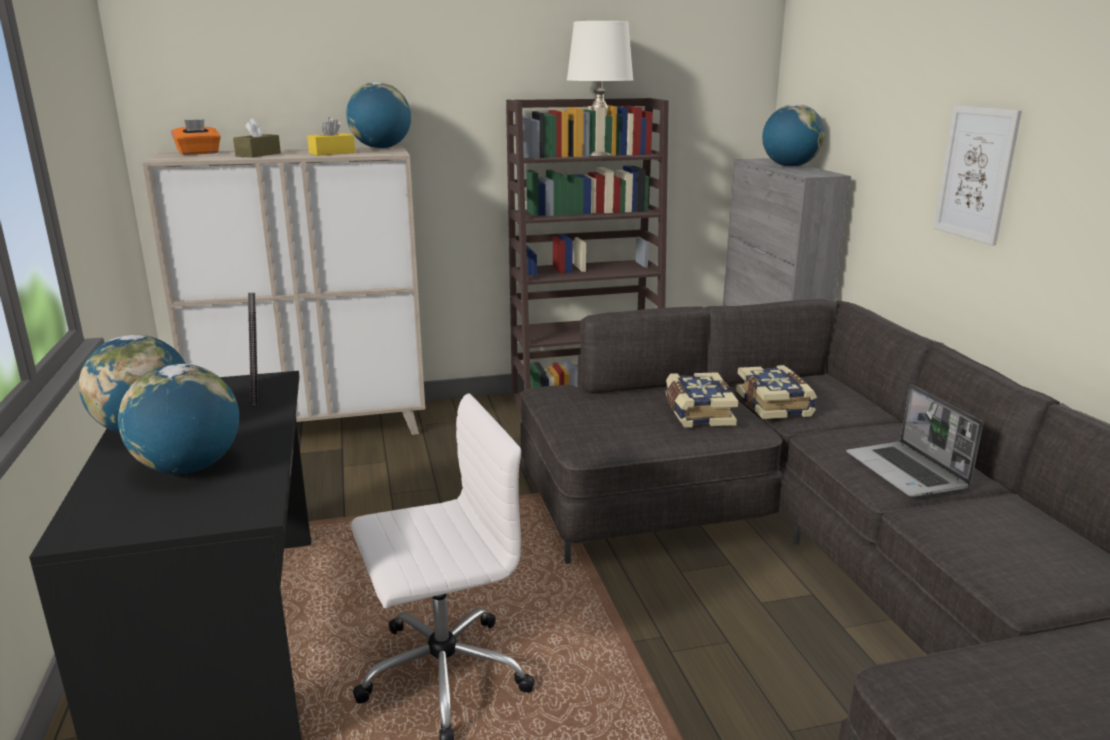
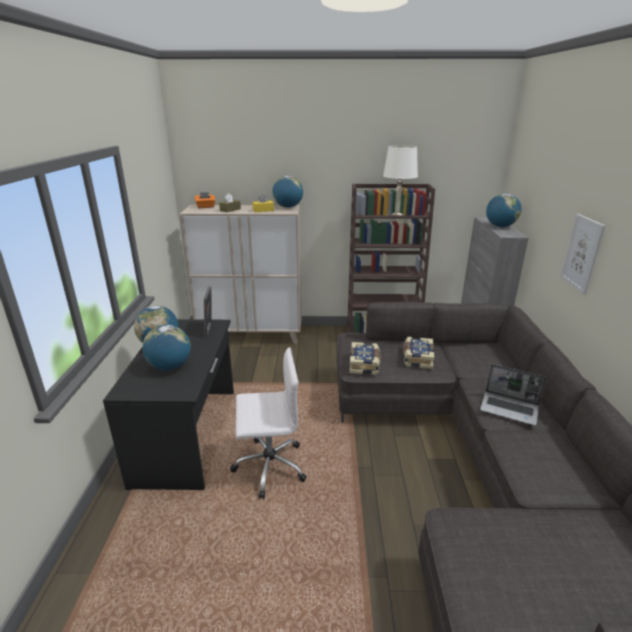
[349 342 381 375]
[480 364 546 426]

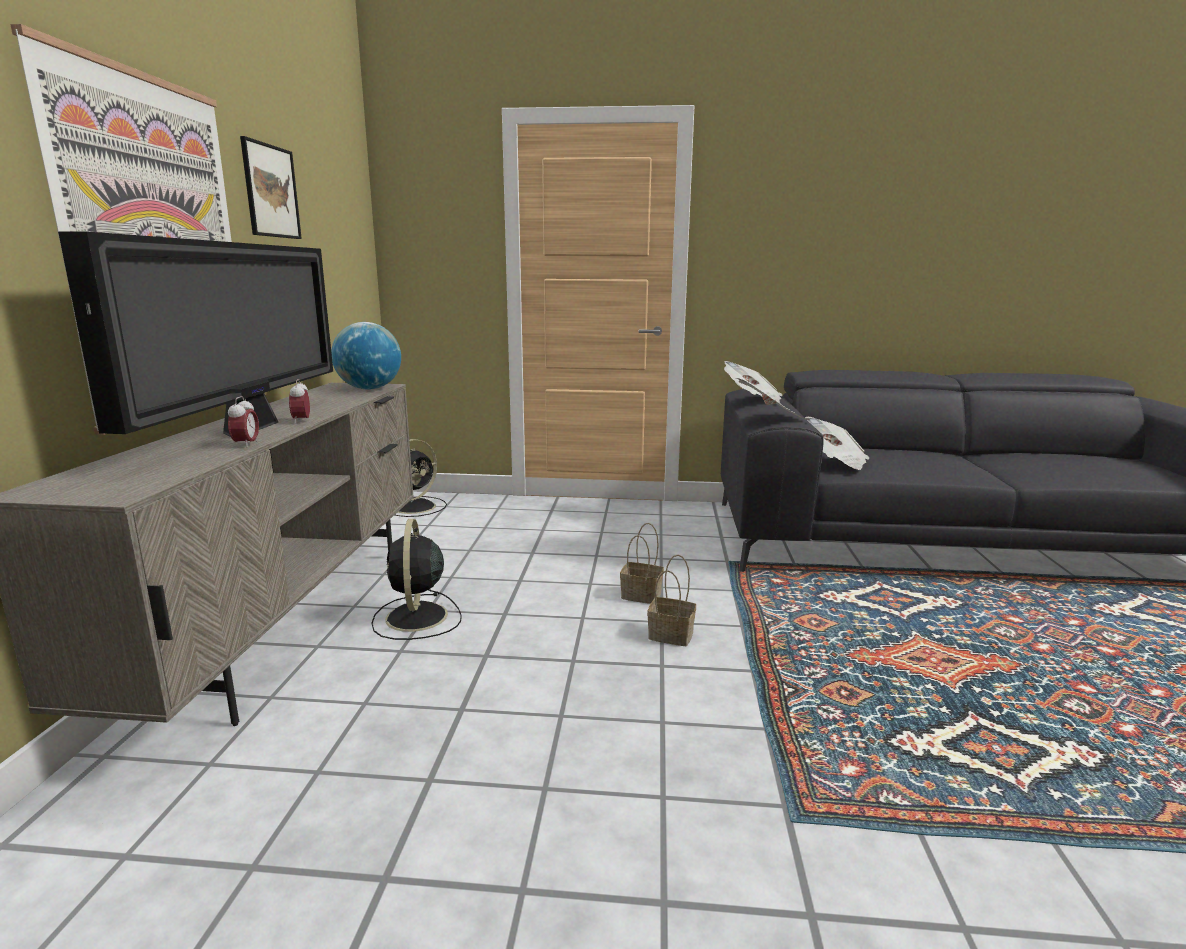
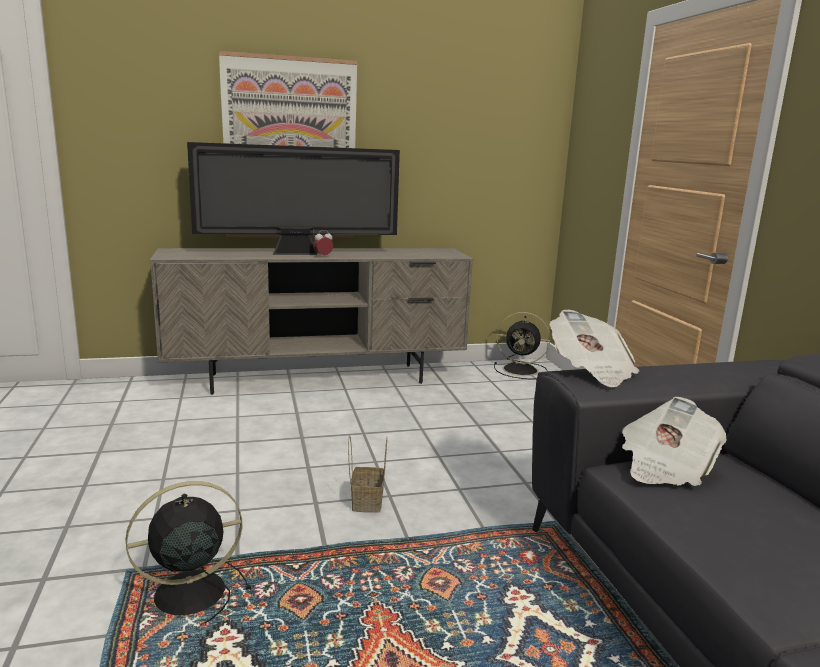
[125 481 251 625]
[228 396 259 448] (first image)
[240 136 302 239] (first image)
[331 322 401 390] (first image)
[620 523 664 604] (first image)
[724 361 782 403] (first image)

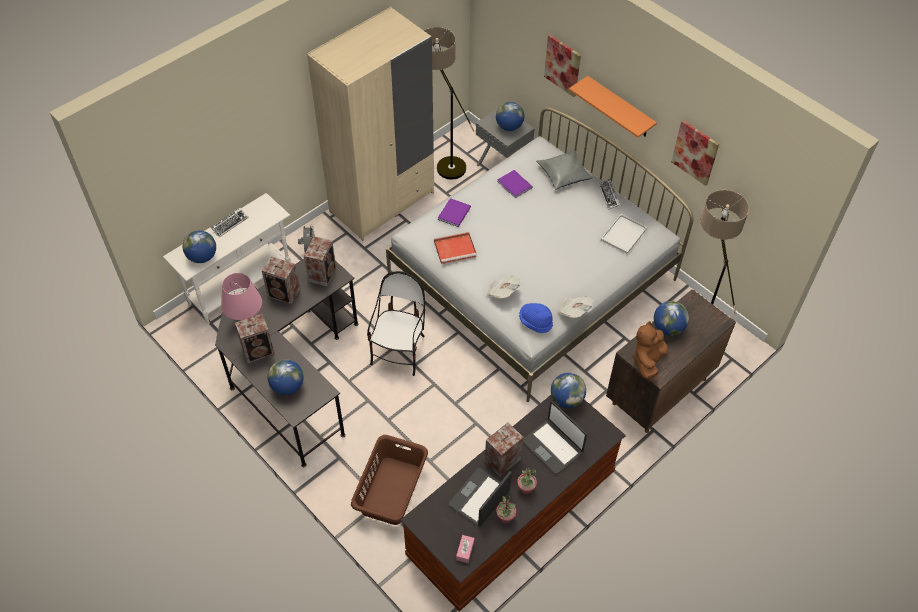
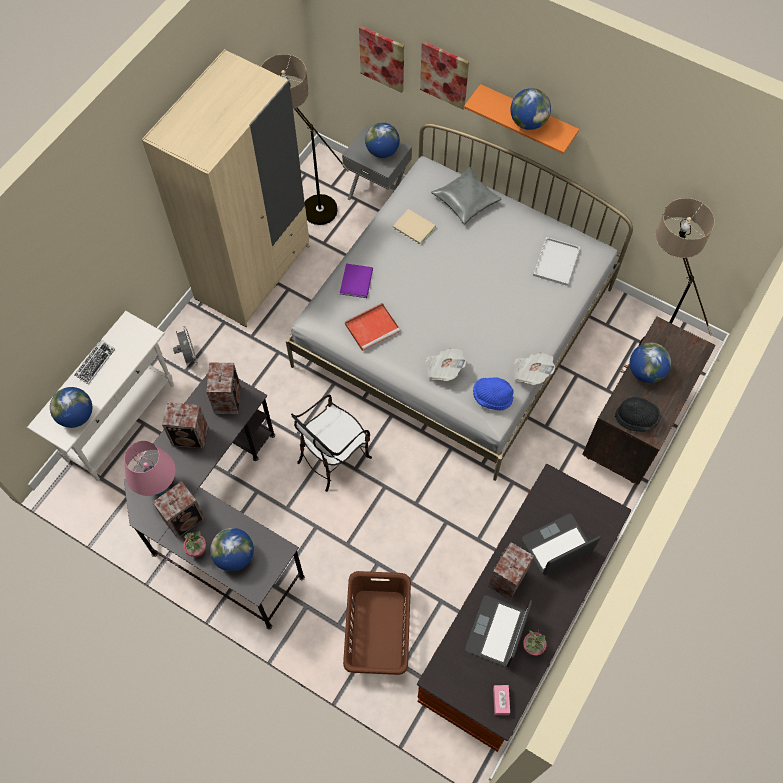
[183 531 206 557]
[291 394 372 492]
[359 26 404 93]
[393 209 436 245]
[511 88 551 130]
[522 514 600 575]
[615 397 661 432]
[598 179 620 210] (first image)

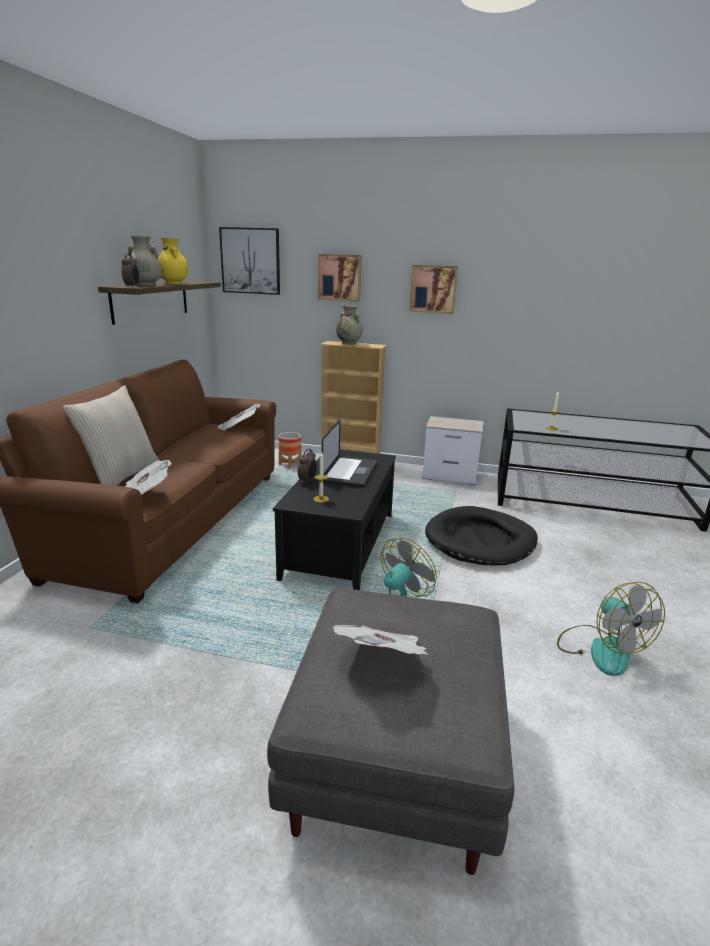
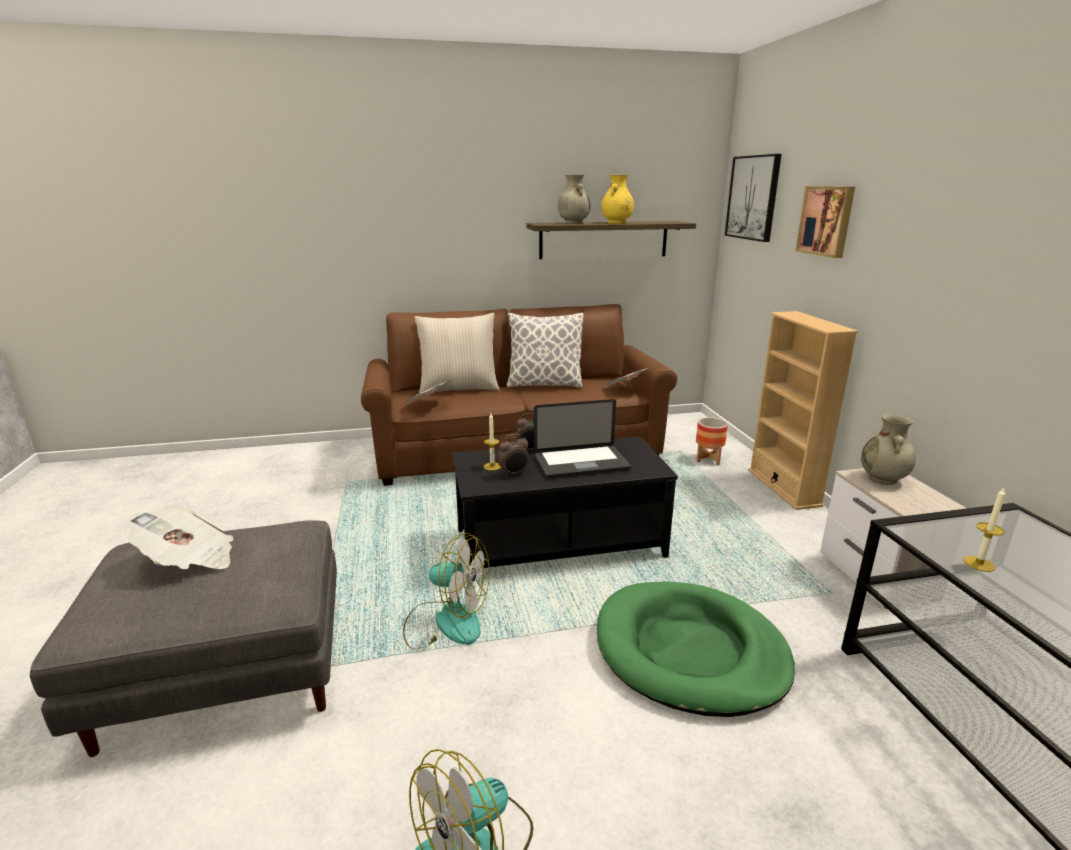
[497 434 529 477]
[506 313 584 388]
[597 581 795 717]
[861 414 916 485]
[409 265 458 314] (first image)

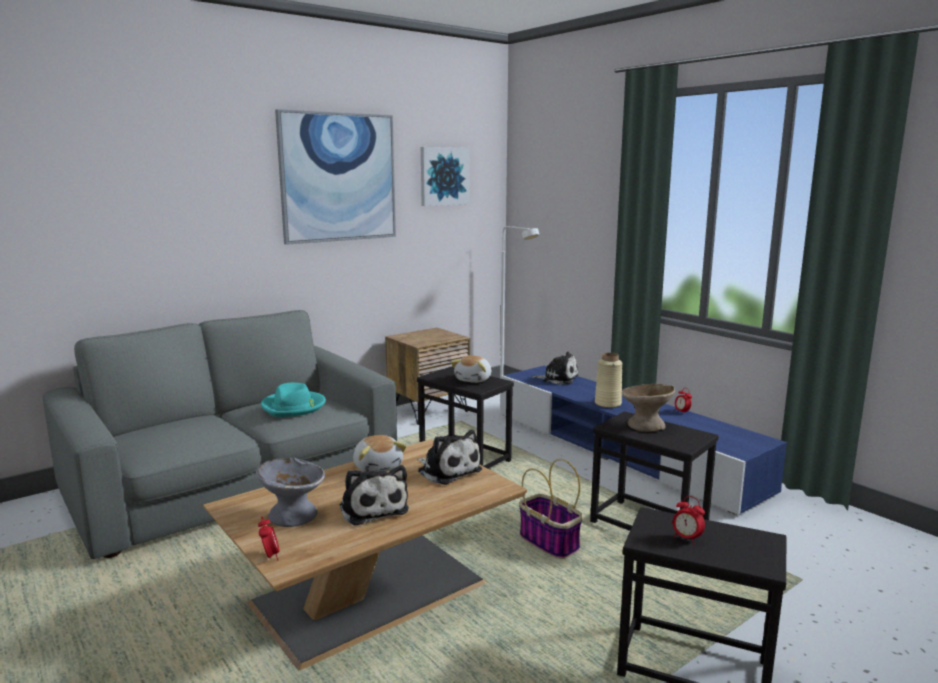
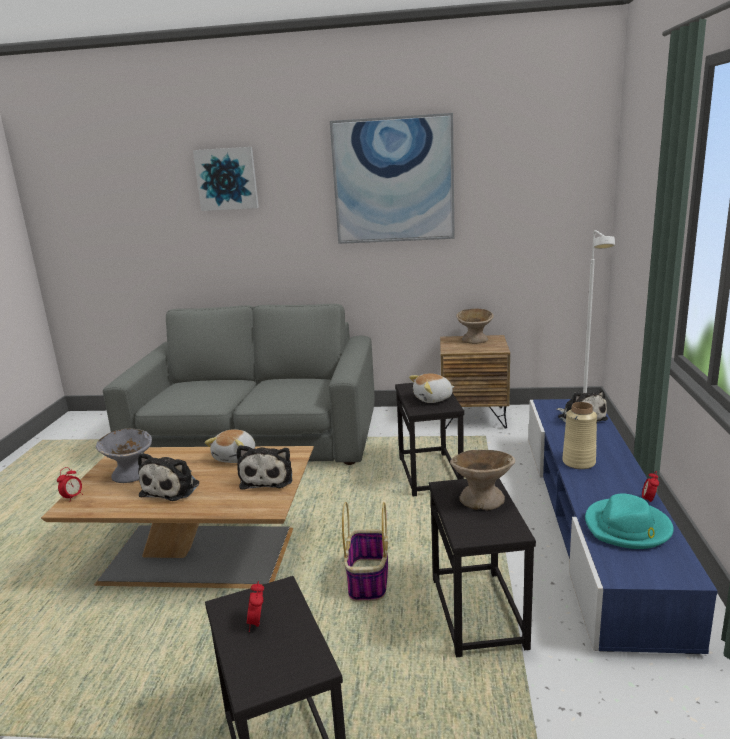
[193 147 259 211]
[456 309 494 344]
[585 493 674 549]

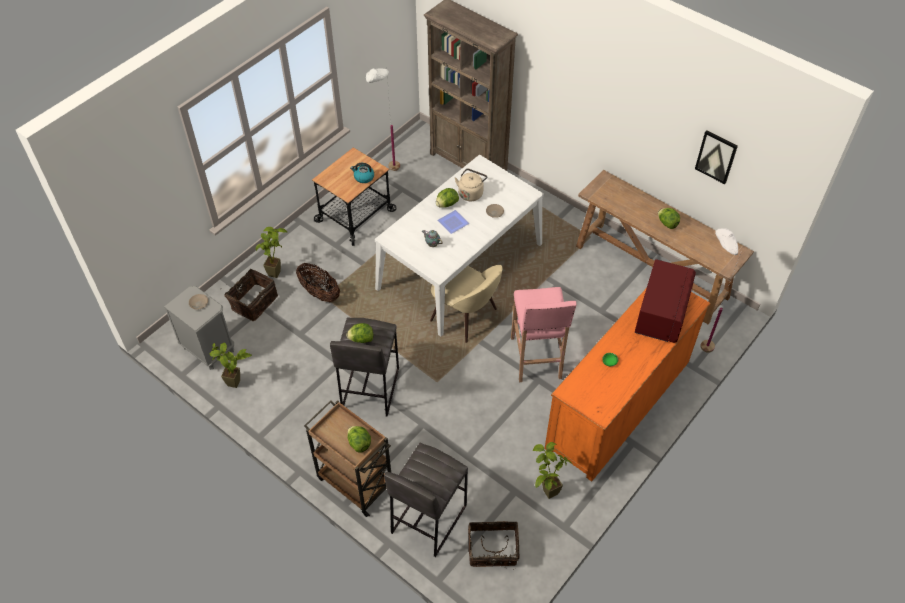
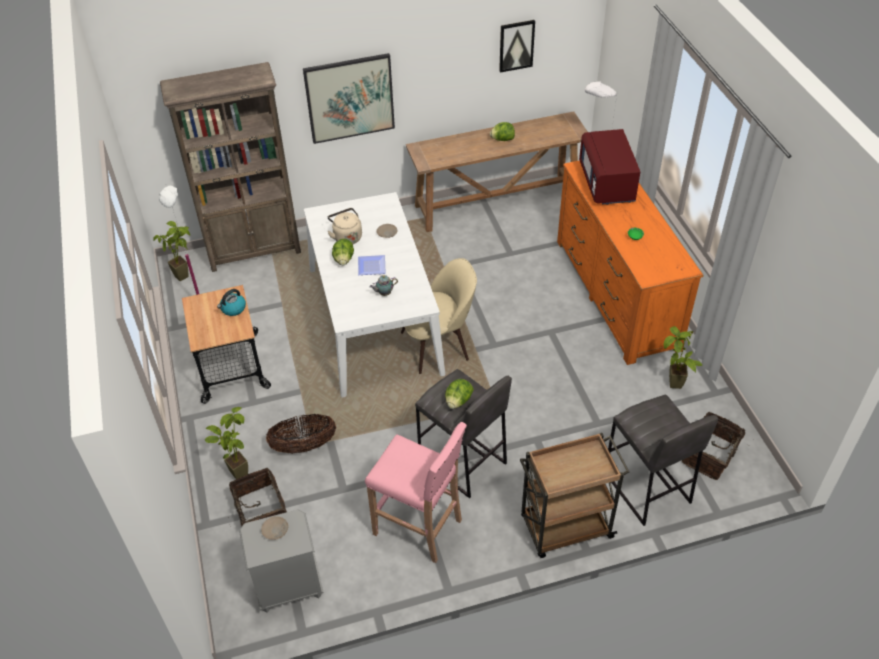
[153 221 190 281]
[303 53 395 144]
[365 422 467 563]
[579 129 640 205]
[347 426 371 453] (first image)

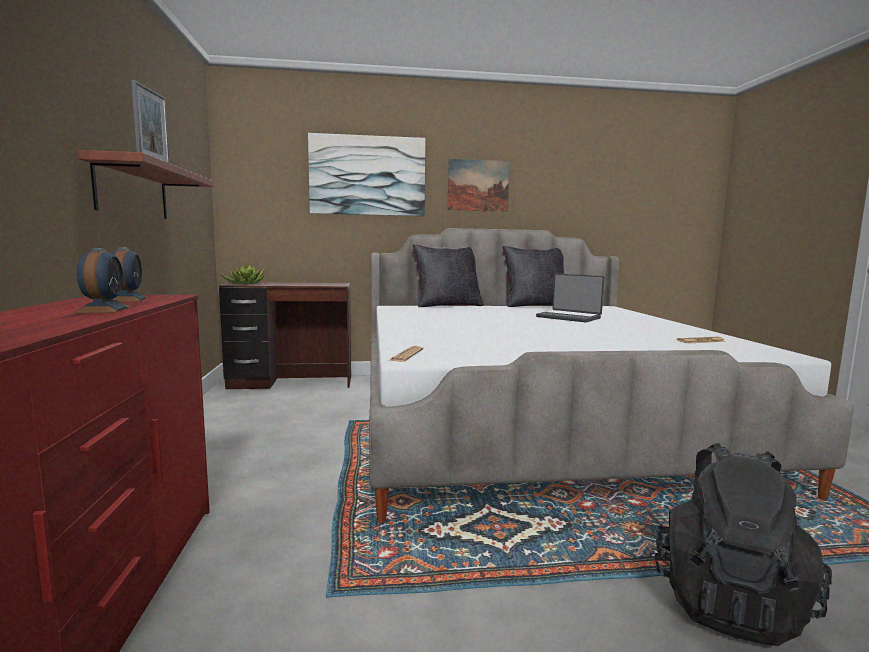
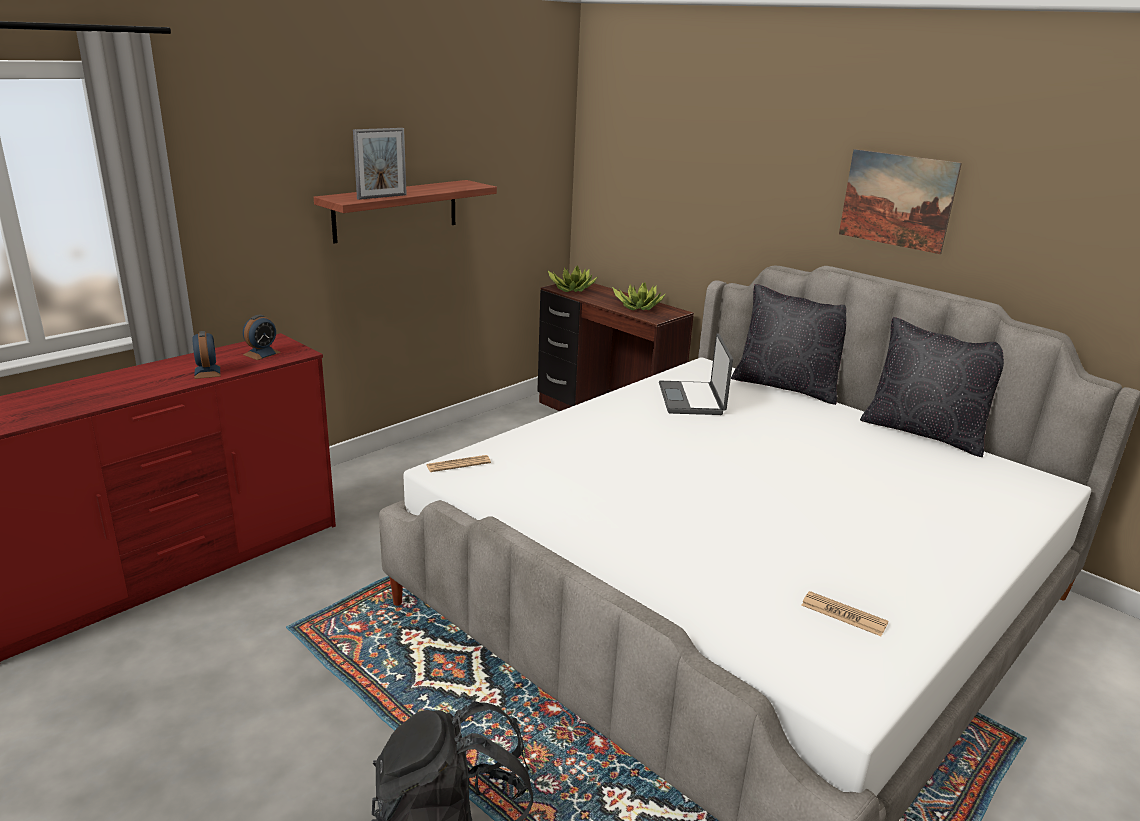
[192 331 220 379]
[612 282 665 310]
[659 333 733 415]
[308 133 425 216] (first image)

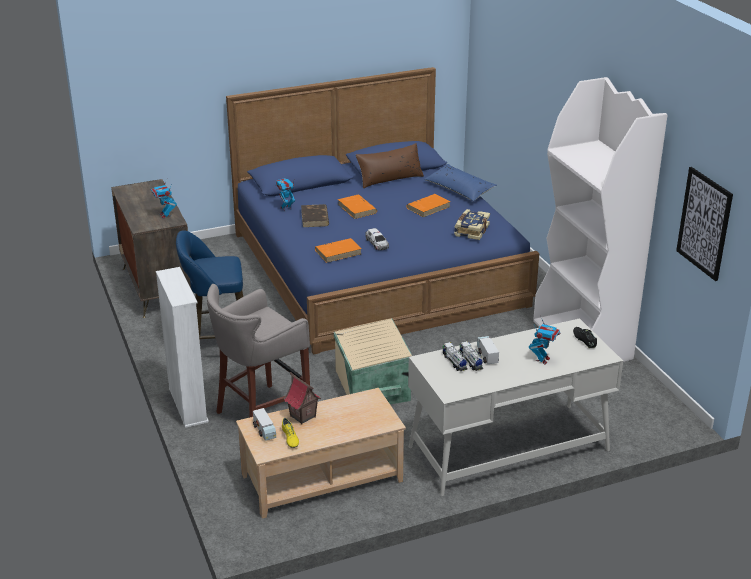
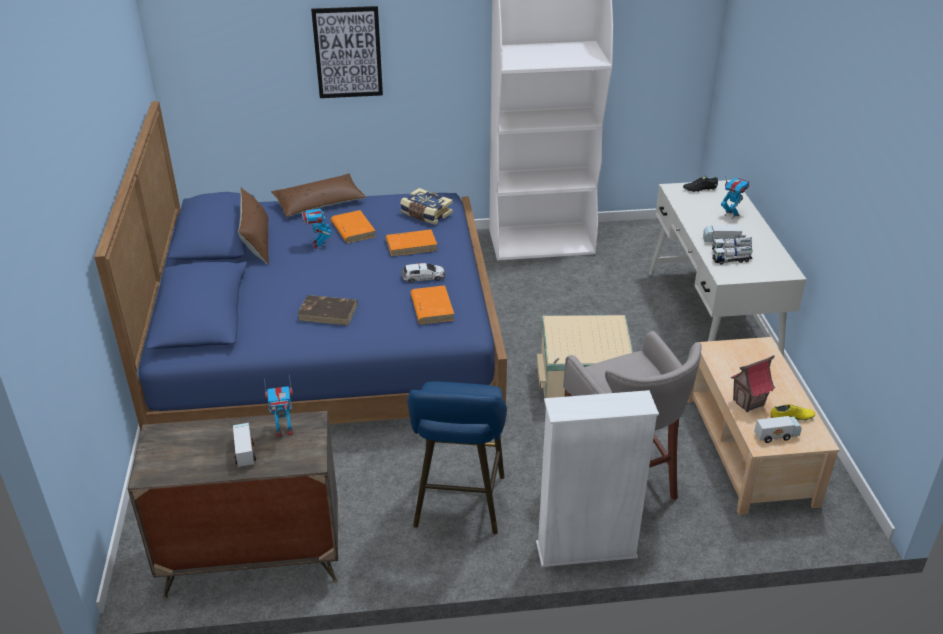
[233 423 256 467]
[271 173 366 217]
[301 201 332 249]
[311 6 383 98]
[386 229 438 257]

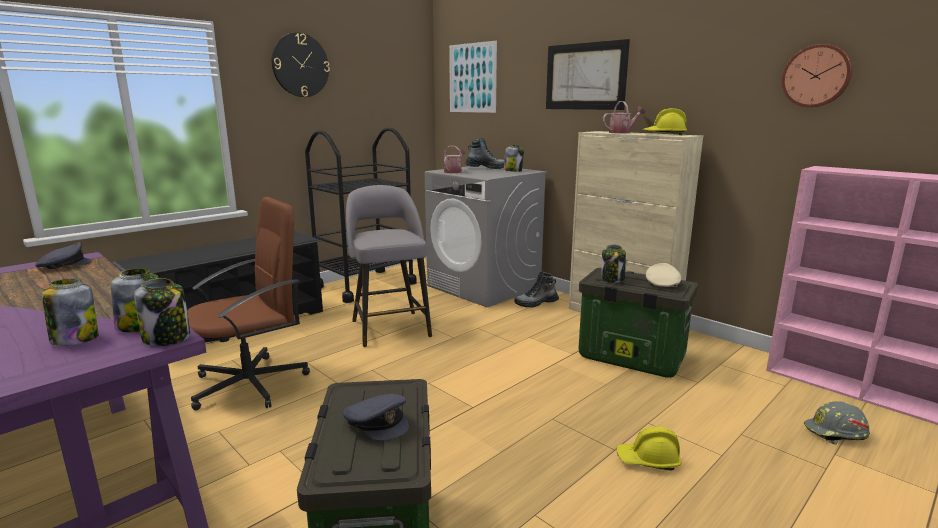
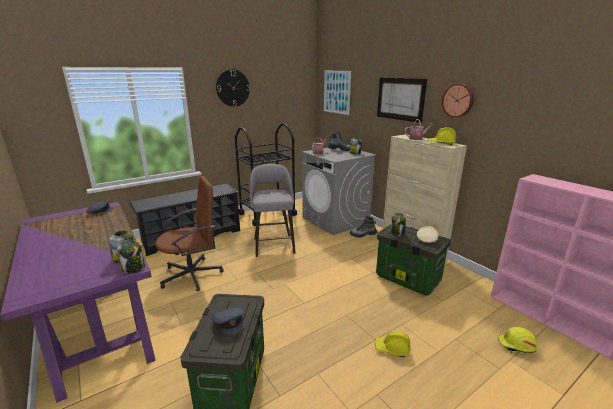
[442 83 474 118]
[498 327 538 354]
[42 279 99 346] (first image)

